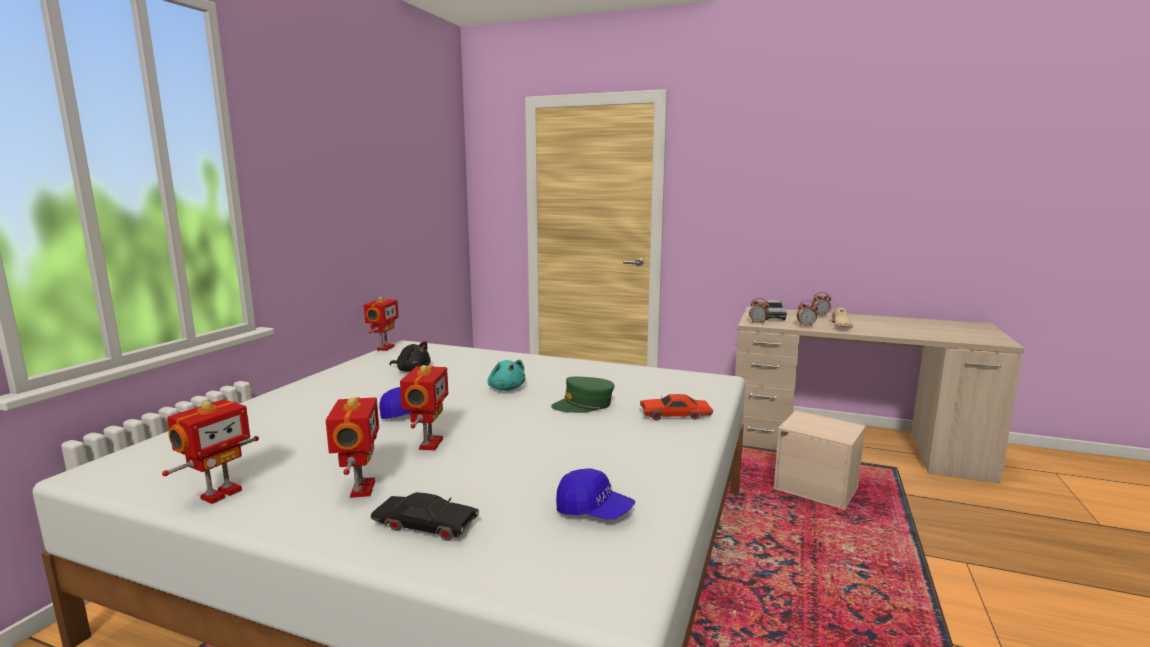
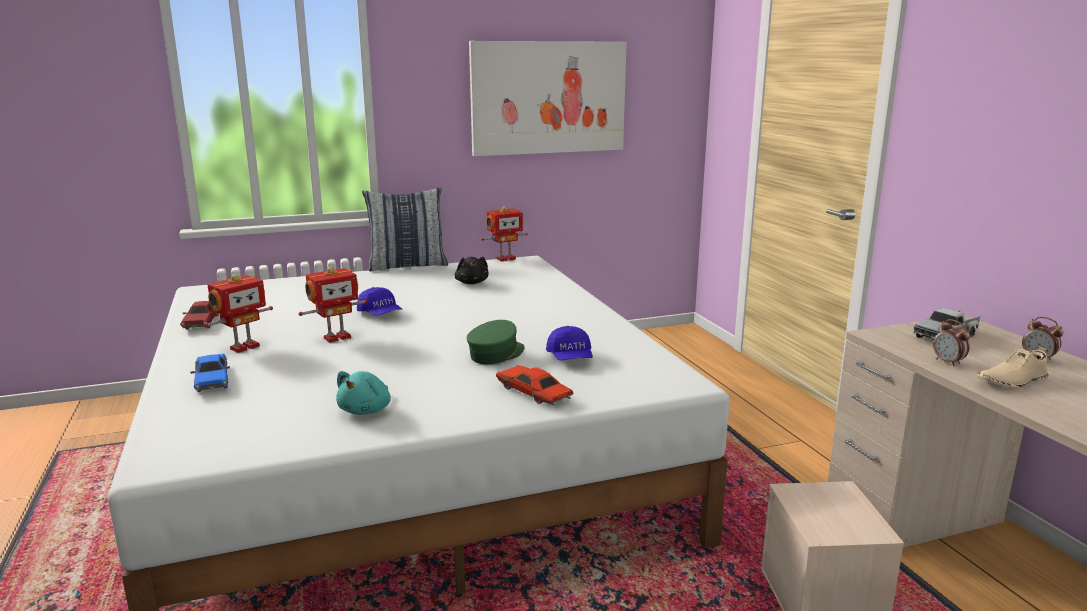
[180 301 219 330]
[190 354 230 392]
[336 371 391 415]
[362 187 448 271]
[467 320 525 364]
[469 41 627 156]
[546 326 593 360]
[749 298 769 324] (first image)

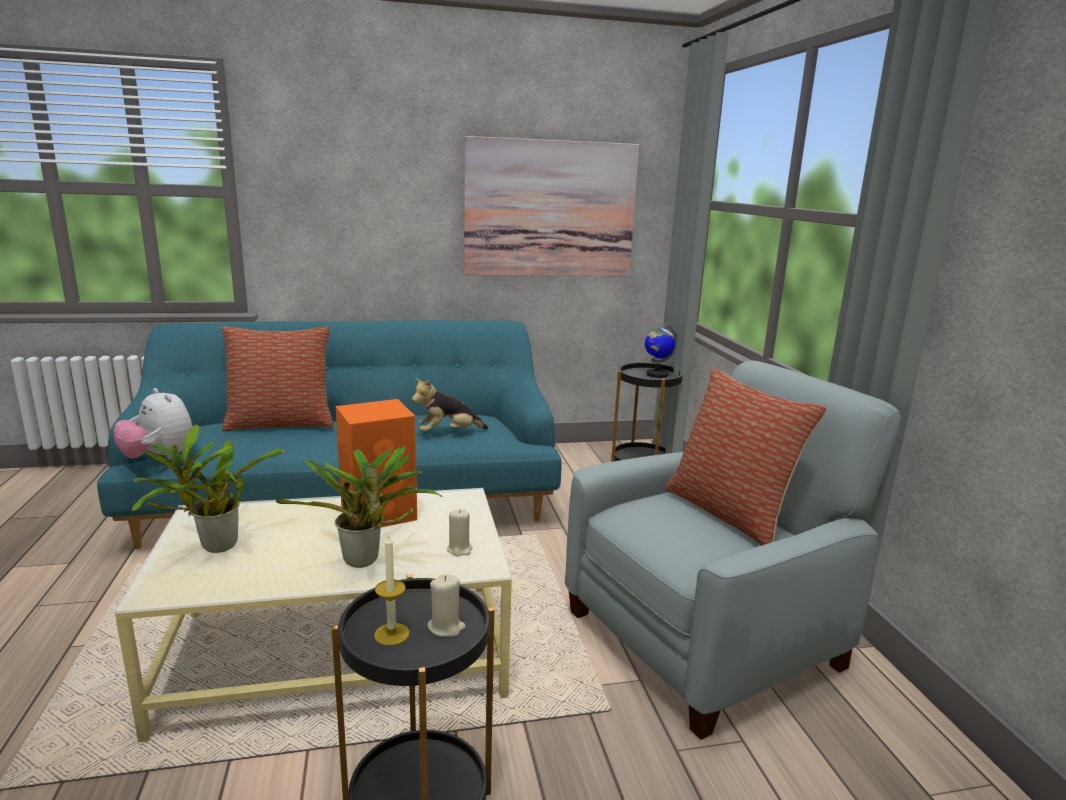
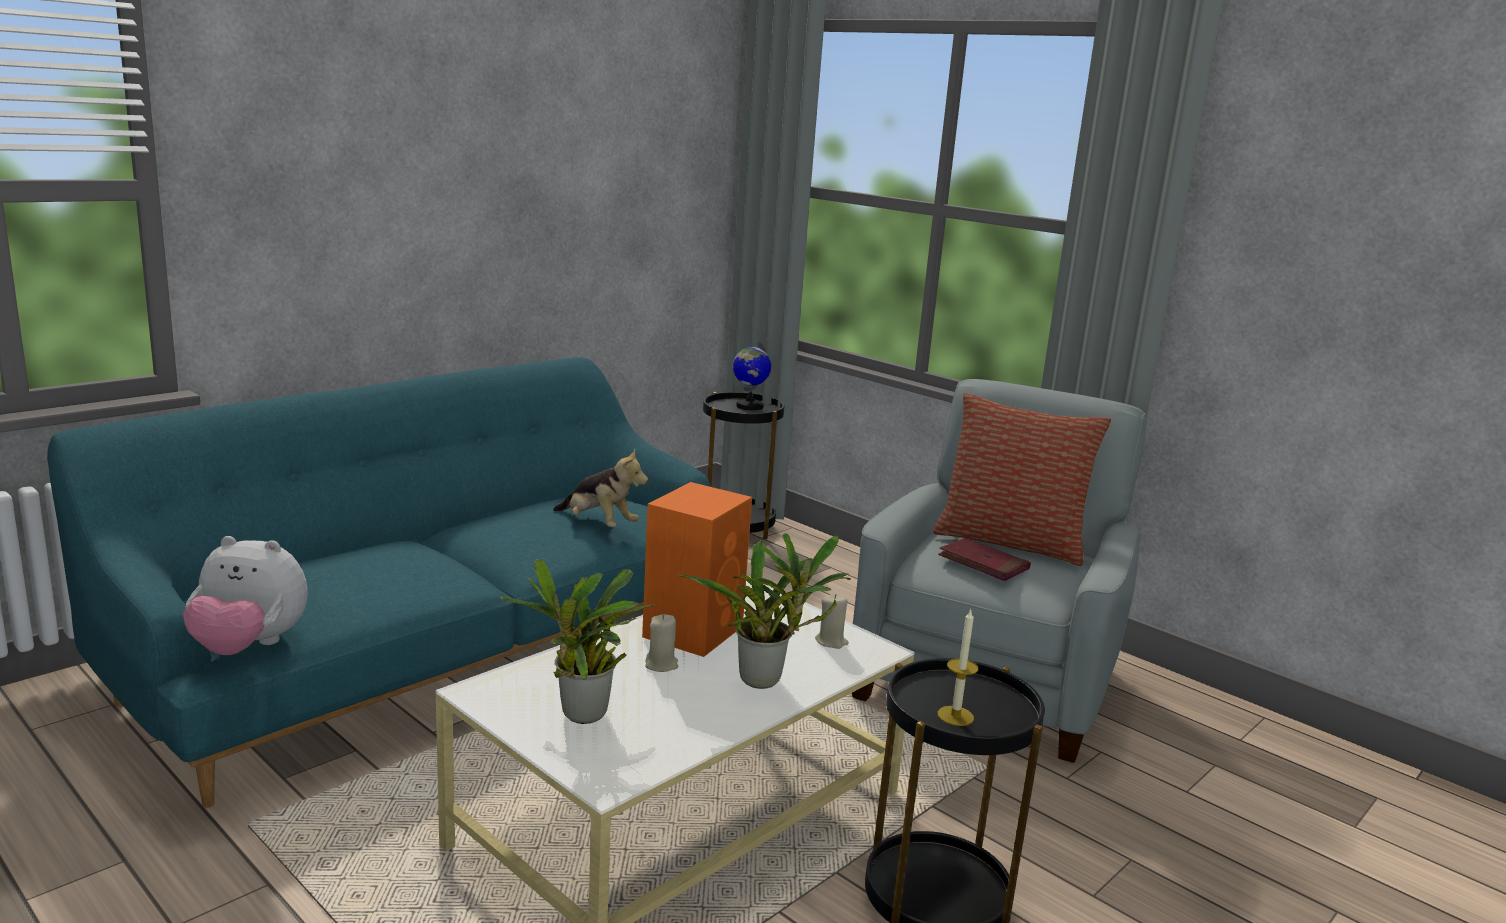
[553 449 648 527]
[645 614 678 672]
[938 538 1031 581]
[221 326 333 431] (first image)
[464 136 639 276] (first image)

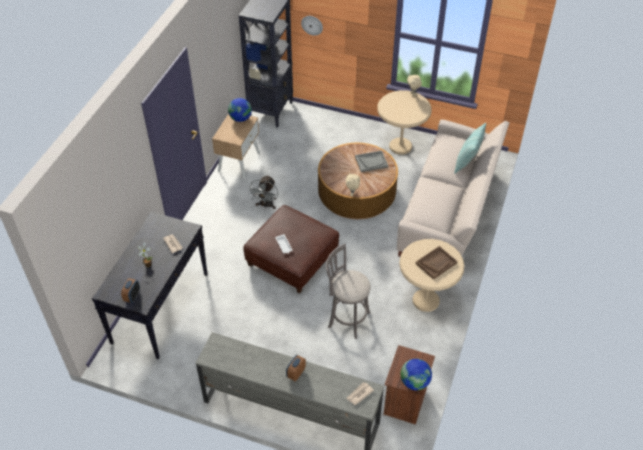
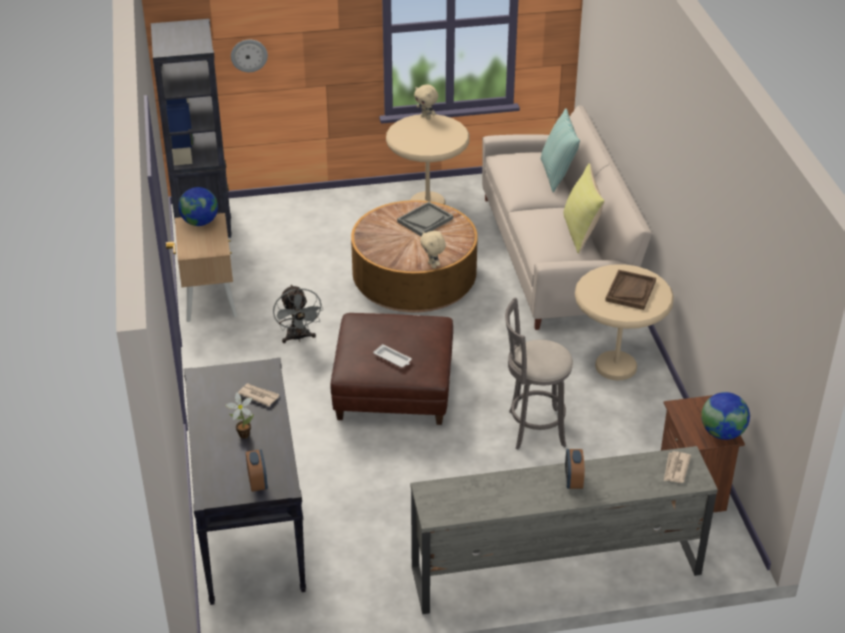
[564 163 605 254]

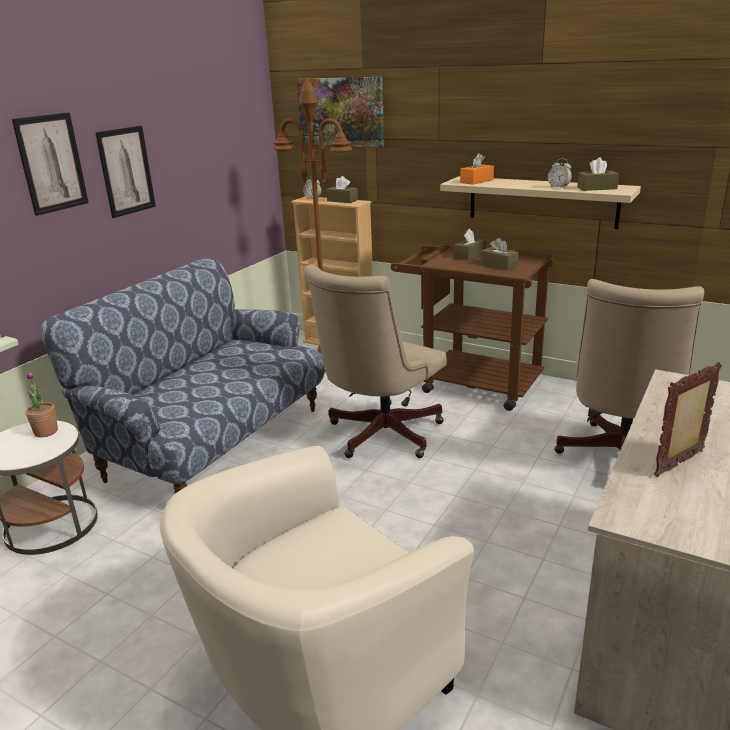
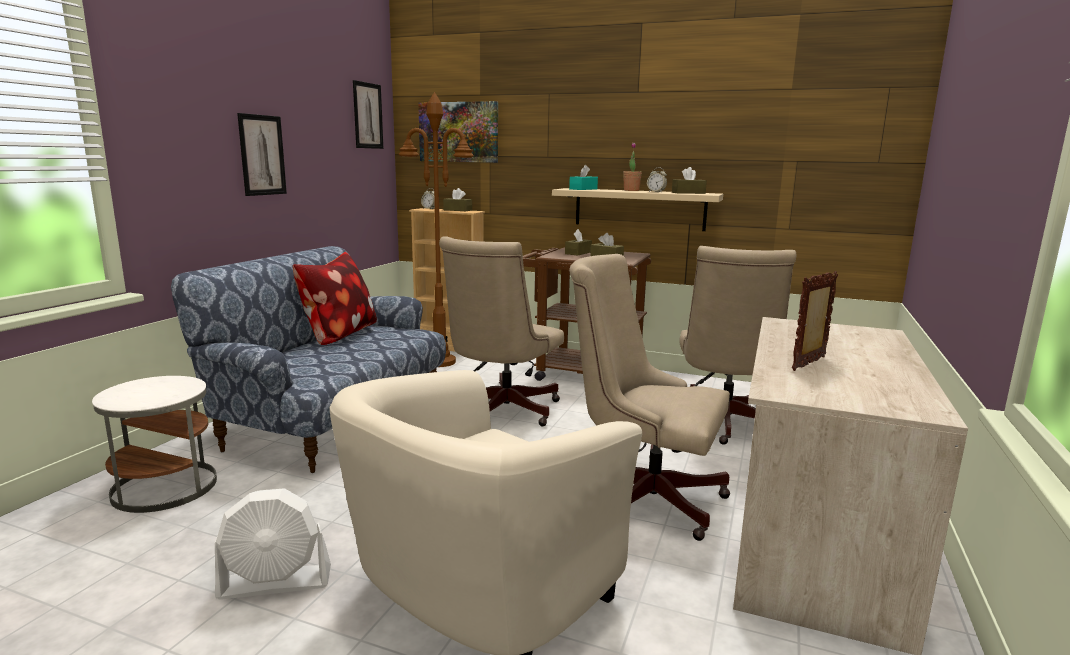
[215 488 331 600]
[293 252 377 345]
[353 80 384 149]
[569 165 598 190]
[569 254 730 541]
[623 143 642 191]

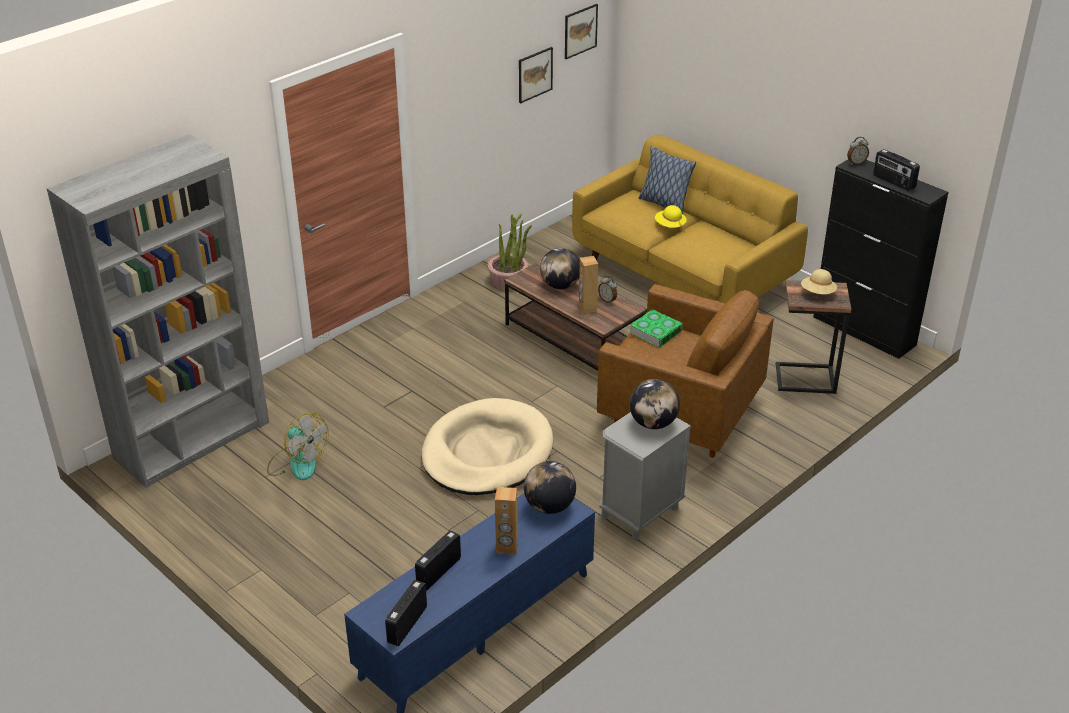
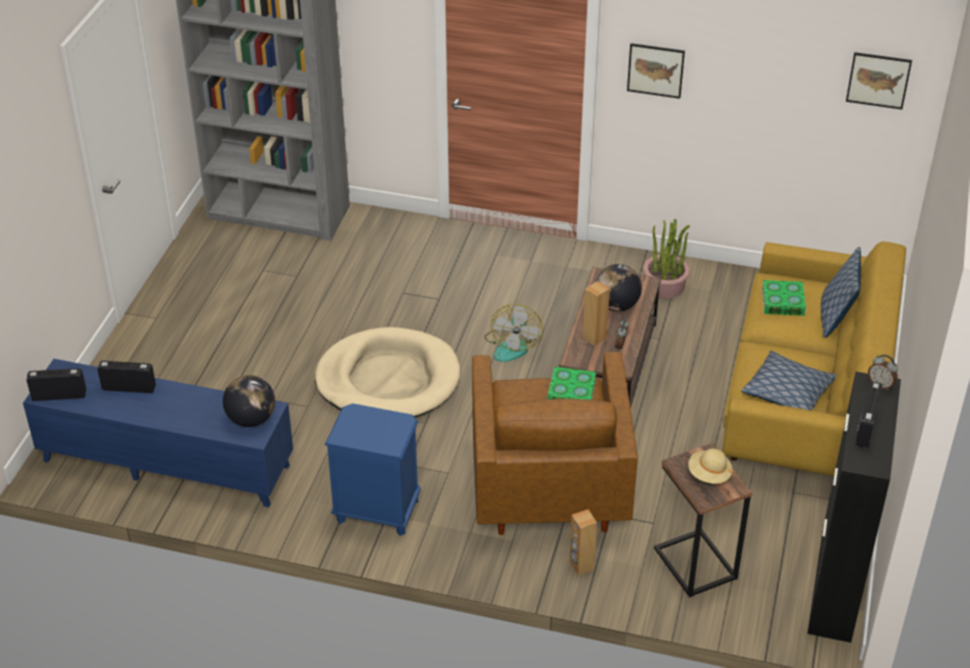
[325 403 421 536]
[484 304 543 362]
[569 509 597 576]
[627 43 685 99]
[741 351 837 411]
[762 280 806 316]
[629 379 680 429] (first image)
[655 205 687 232] (first image)

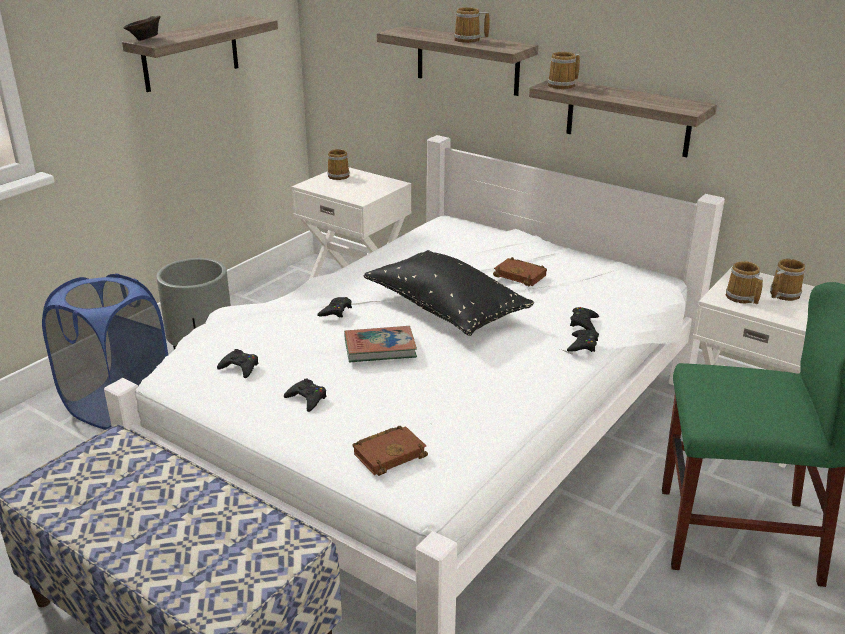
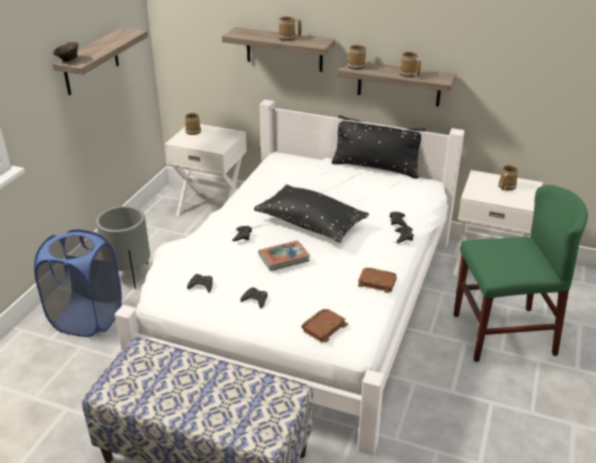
[332 115 426 179]
[358 267 397 293]
[399 52 421 78]

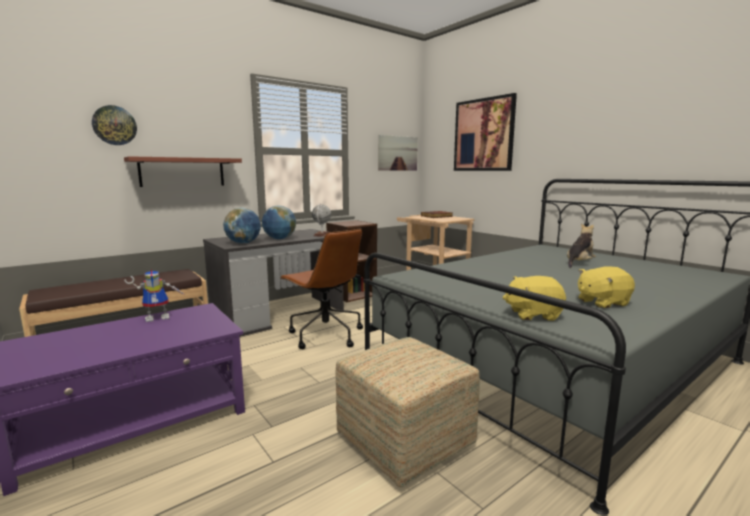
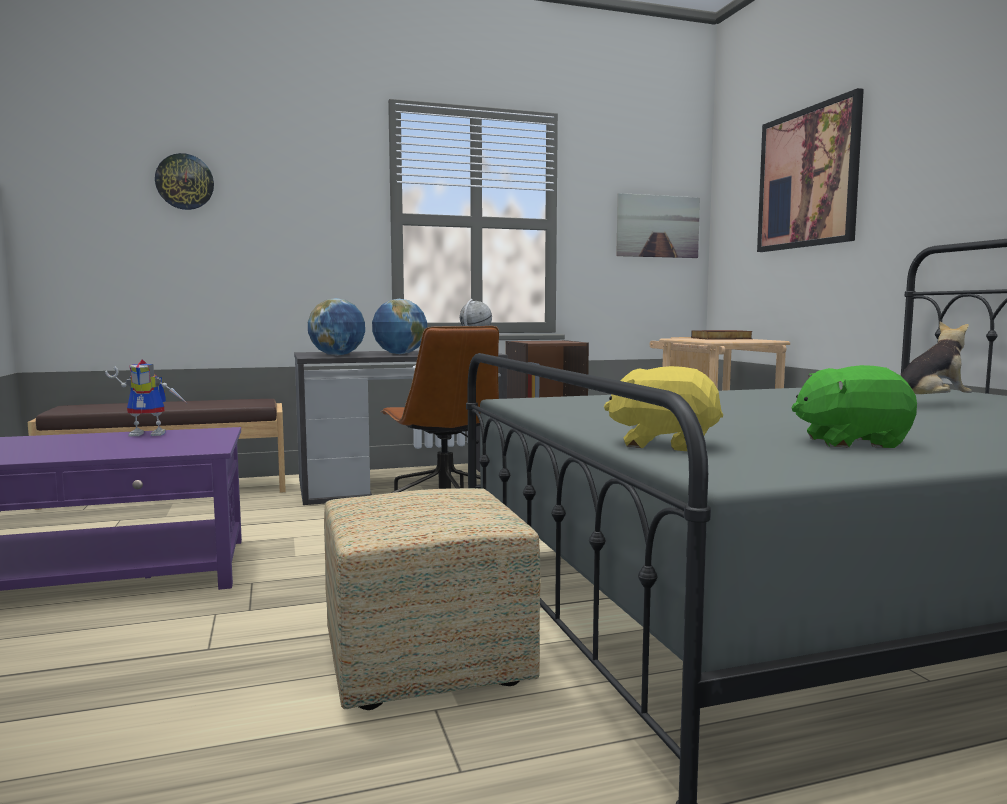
[791 365 917 448]
[124 156 242 187] (first image)

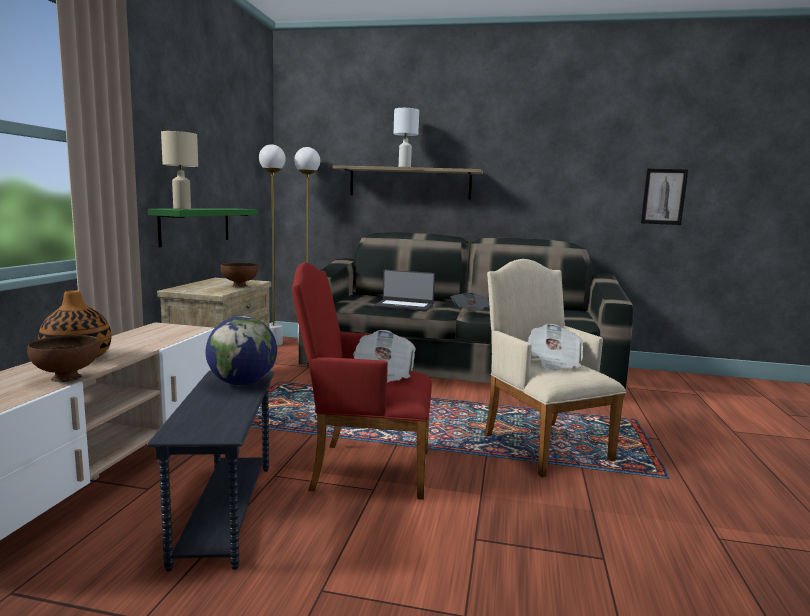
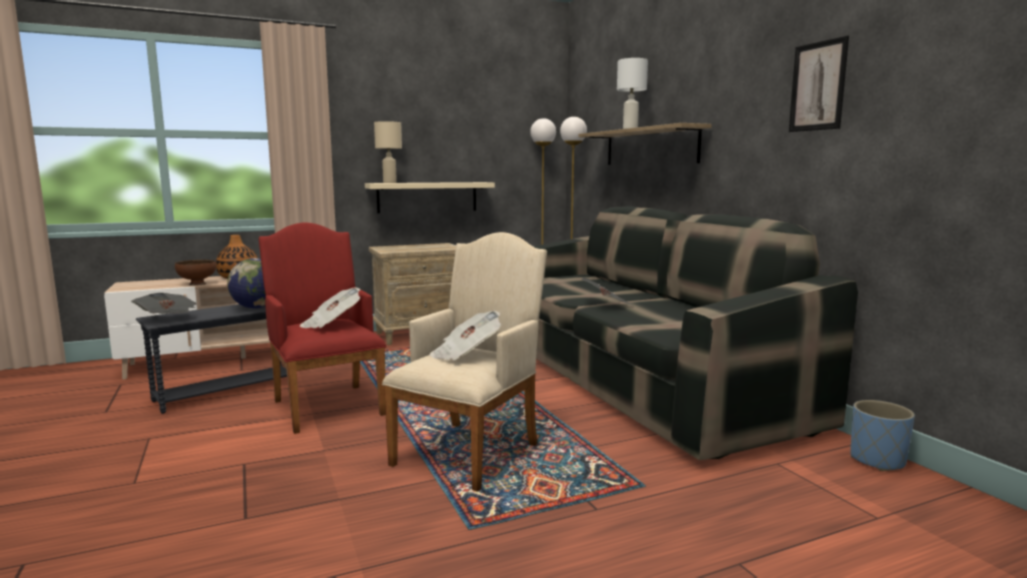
[131 293 196 314]
[365 182 495 213]
[789 35 849 132]
[850 400 915 471]
[220 262 258 288] (first image)
[374 270 435 312] (first image)

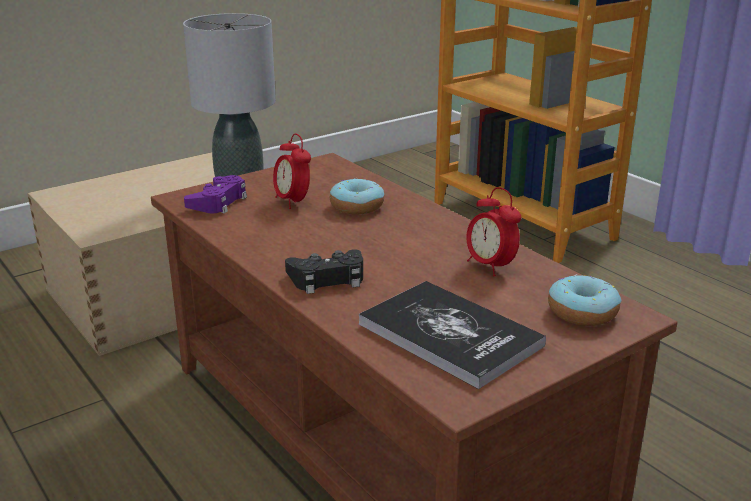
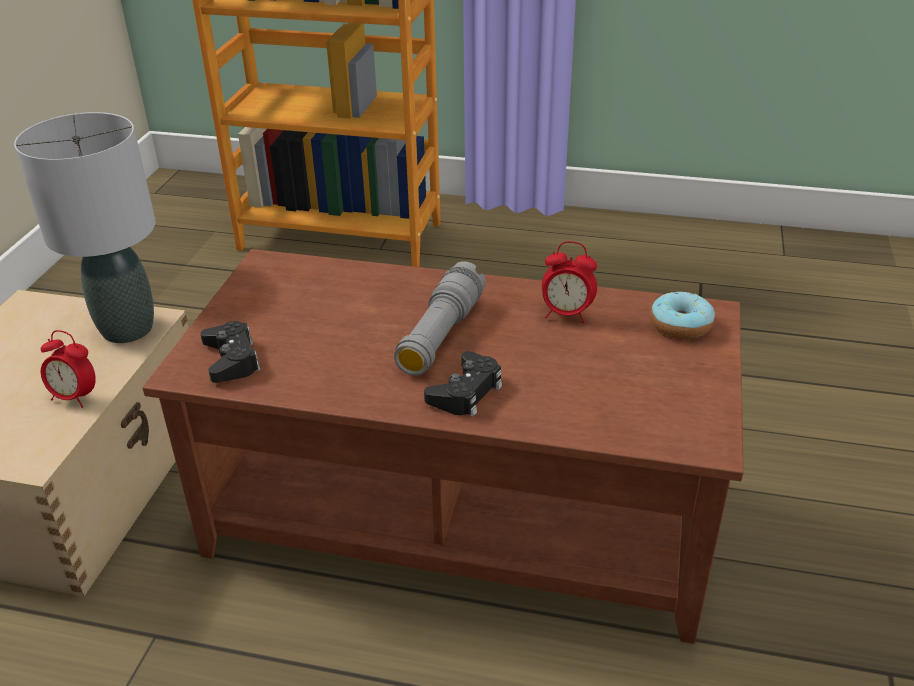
[41 330 96 408]
[200 321 261 383]
[394 261 486 376]
[330 178 384 215] (first image)
[359 281 546 389] (first image)

